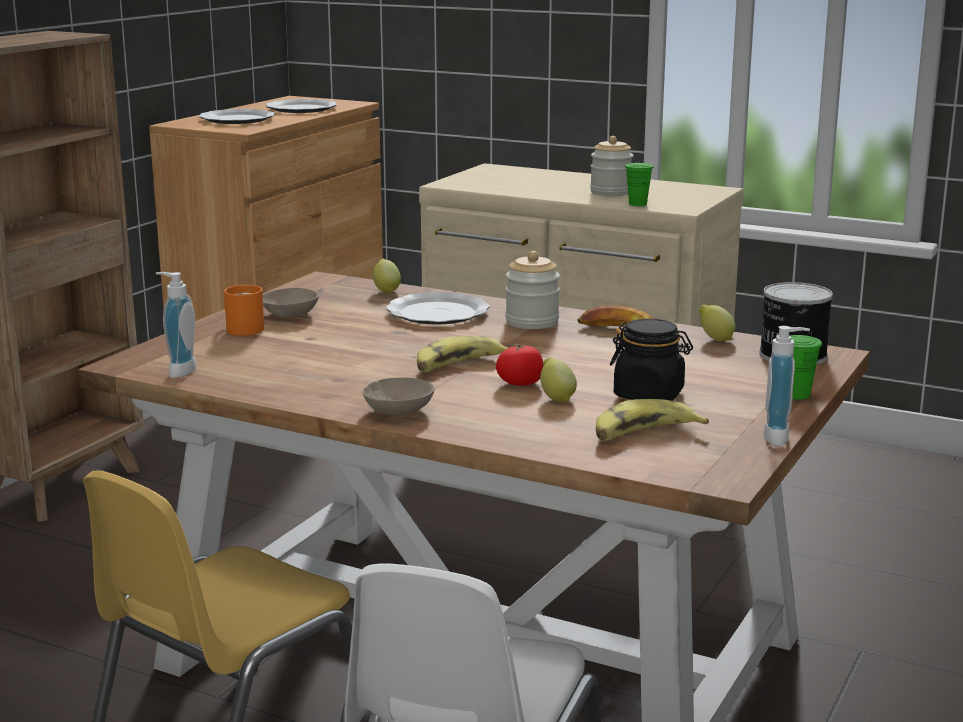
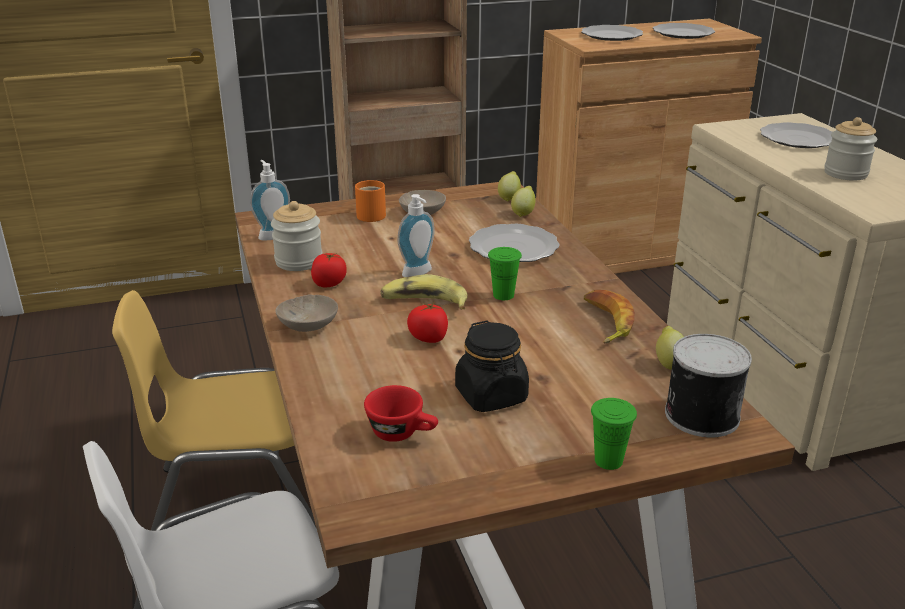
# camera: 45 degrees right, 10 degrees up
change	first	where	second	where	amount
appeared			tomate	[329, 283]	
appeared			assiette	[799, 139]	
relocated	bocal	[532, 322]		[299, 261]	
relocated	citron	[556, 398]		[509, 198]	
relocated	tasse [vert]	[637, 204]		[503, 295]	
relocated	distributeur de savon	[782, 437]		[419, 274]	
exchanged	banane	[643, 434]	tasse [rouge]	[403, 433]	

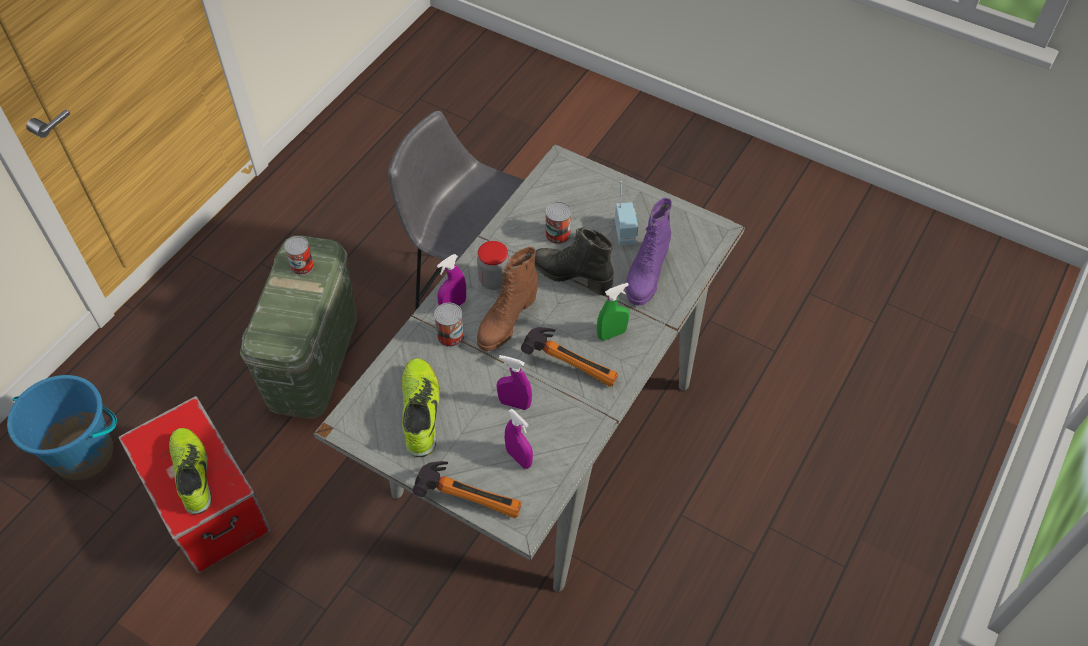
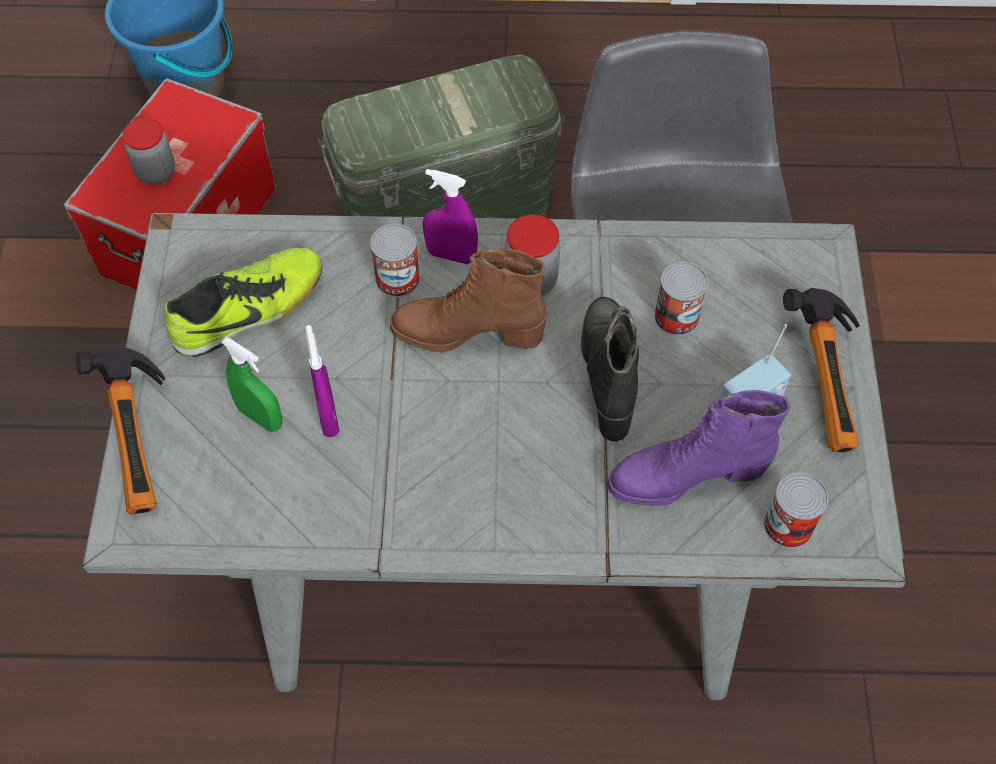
# camera: 60 degrees right, 5 degrees up
change	first	where	second	where	amount
missing	vaporisateur [violet]	[519, 458]			
relocated	boîte métallique	[302, 266]		[788, 525]	
relocated	marteau	[572, 363]		[831, 383]	
relocated	vaporisateur [vert]	[611, 334]		[260, 417]	
exchanged	chaussure	[193, 473]	bocal	[156, 172]	

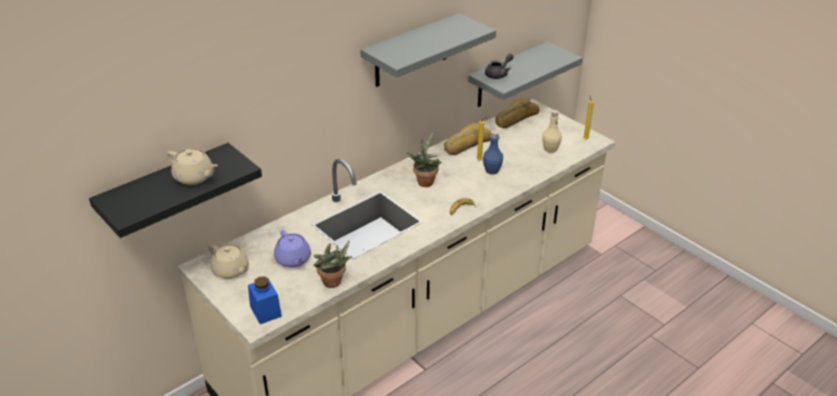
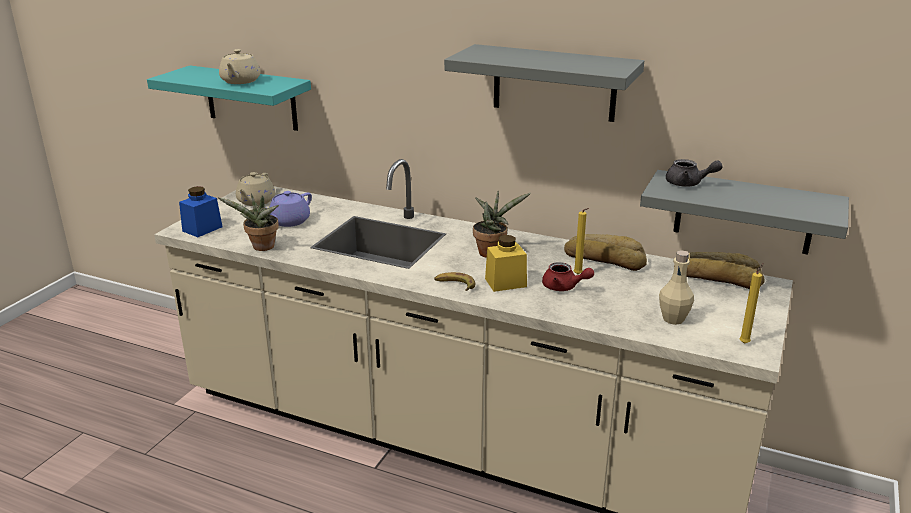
# camera: 65 degrees right, 10 degrees down
change	first	where	second	where	amount
appeared			bocal [jaune]	[505, 283]	
exchanged	bouteille [bleu]	[492, 171]	théière [rouge]	[564, 287]	
colour	étagère [noir]	[166, 190]	étagère [turquoise]	[251, 98]	

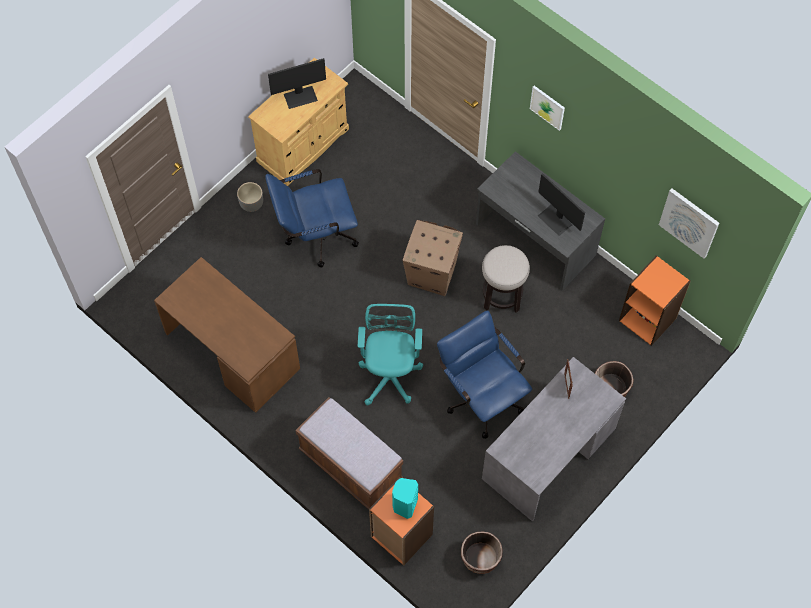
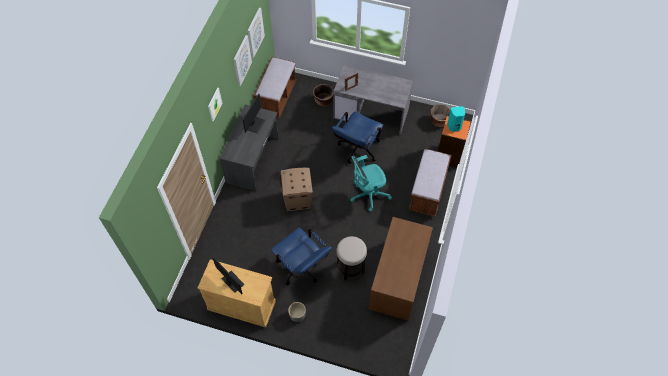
# camera: 115 degrees left, 5 degrees down
change	first	where	second	where	amount
appeared			tableau	[241, 60]	
relocated	tabouret	[502, 296]		[350, 267]	
exchanged	bibliothèque [orange]	[648, 319]	banc [marron]	[276, 98]	

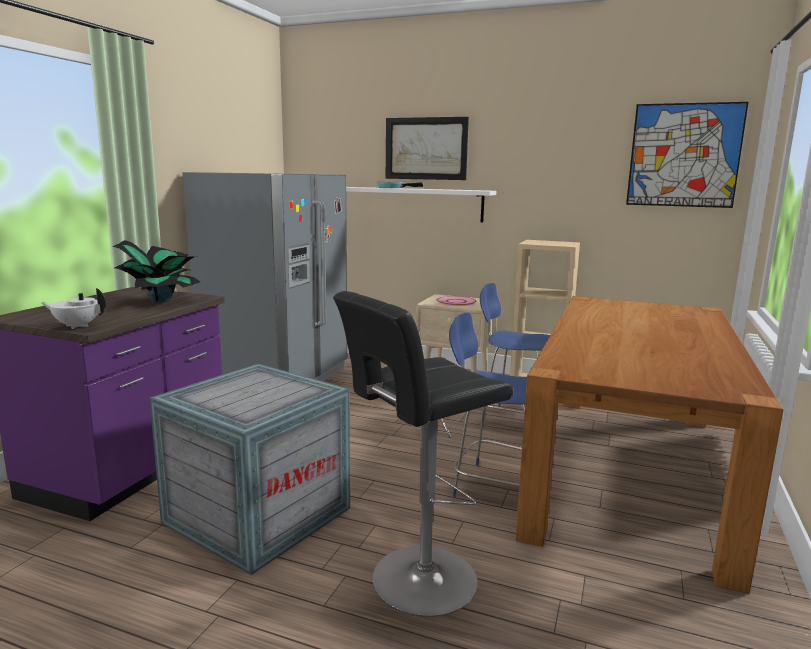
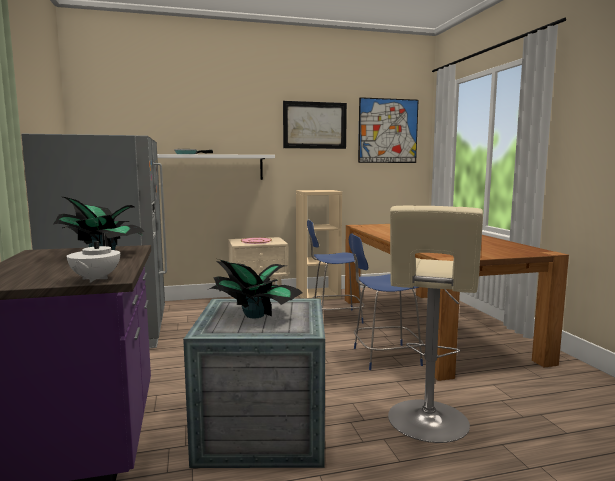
# camera: 35 degrees left, 5 degrees down
change	first	where	second	where	amount
appeared			plante en pot	[254, 315]	
relocated	tableau	[426, 148]		[314, 125]	
colour	tabouret [noir]	[418, 582]	tabouret [beige]	[427, 423]	
spun	théière [blanc]	[77, 326]		[94, 279]	60 degrees counterclockwise

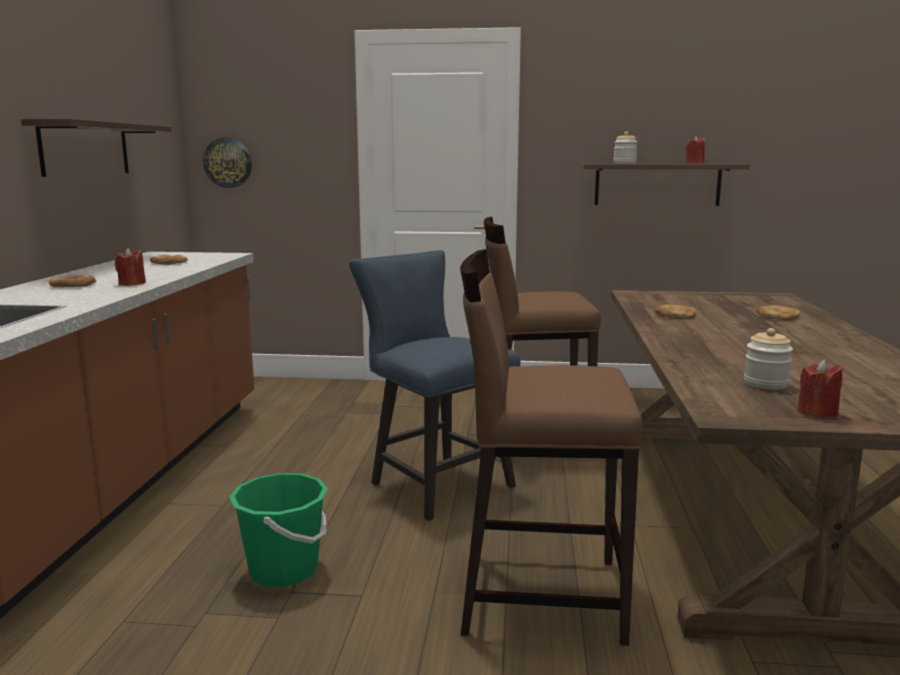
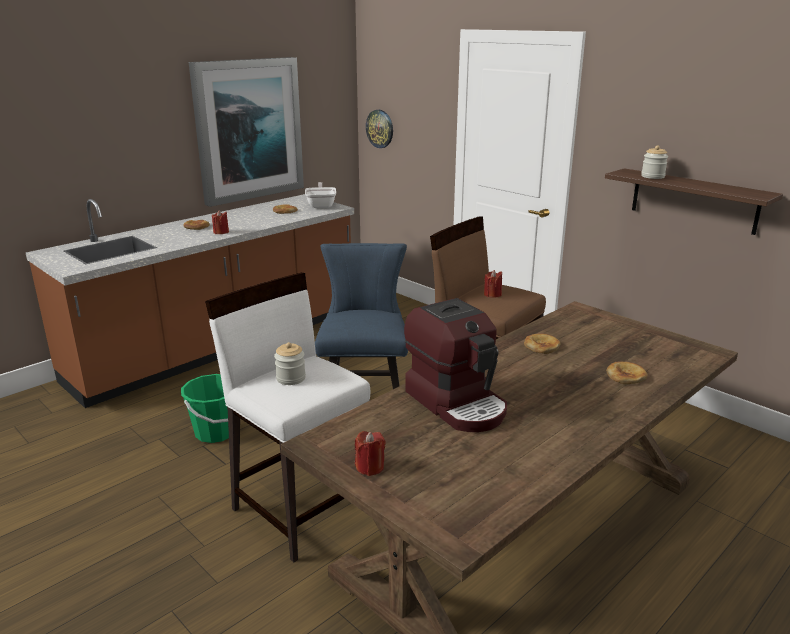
# camera: 40 degrees right, 10 degrees up
change	first	where	second	where	amount
appeared			poêle	[321, 205]	
appeared			machine à café	[457, 403]	
relocated	bougie [rouge]	[694, 163]		[492, 294]	
relocated	bocal	[765, 384]		[291, 378]	
exchanged	étagère	[85, 149]	tableau	[248, 129]	
colour	tabouret [marron]	[539, 594]	tabouret [blanc]	[301, 509]	

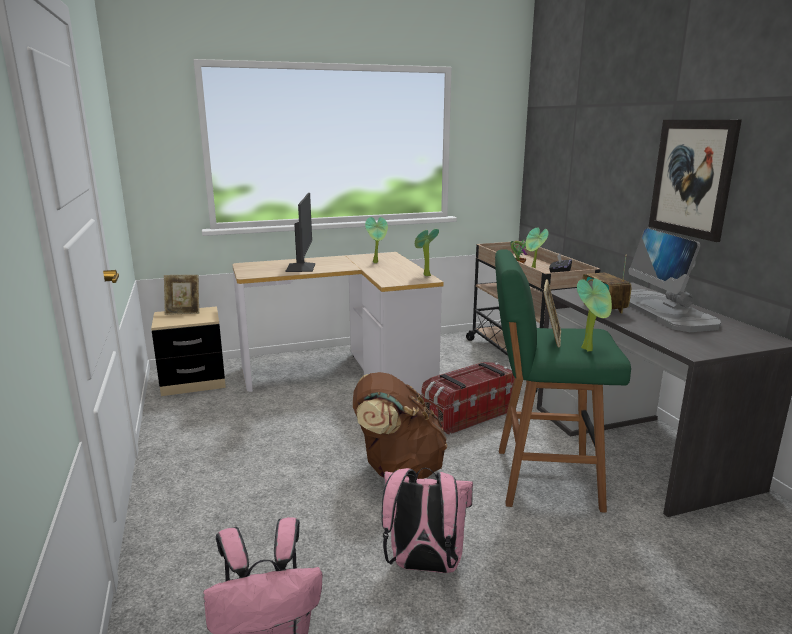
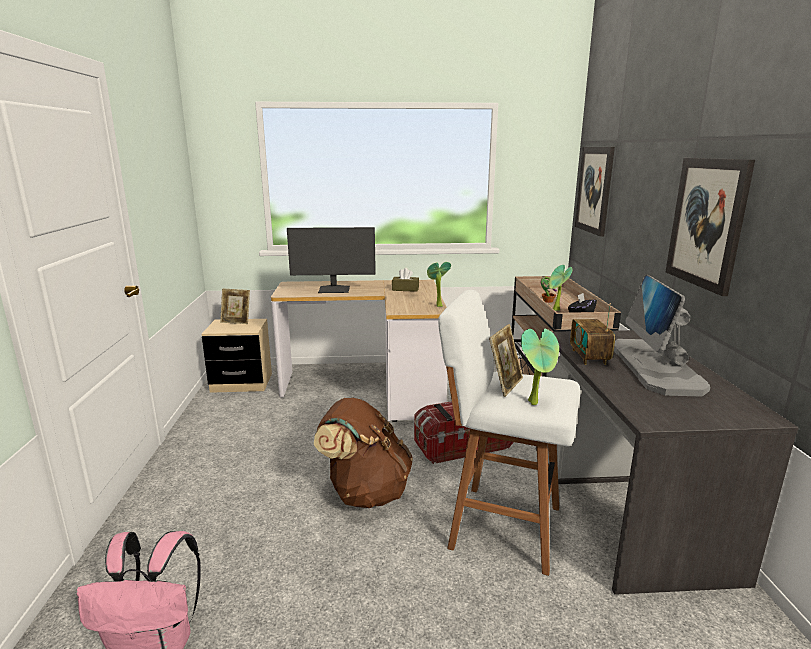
# camera: 15 degrees right, 0 degrees up
change	first	where	second	where	amount
missing	sac à dos [rose]	[423, 565]			
appeared			tableau	[594, 190]	
exchanged	plante en pot	[377, 262]	boîte à mouchoirs [marron]	[405, 289]	
colour	tabouret [vert]	[542, 478]	tabouret [blanc]	[501, 525]	
spun	écran d'ordinateur	[302, 267]		[334, 290]	75 degrees clockwise

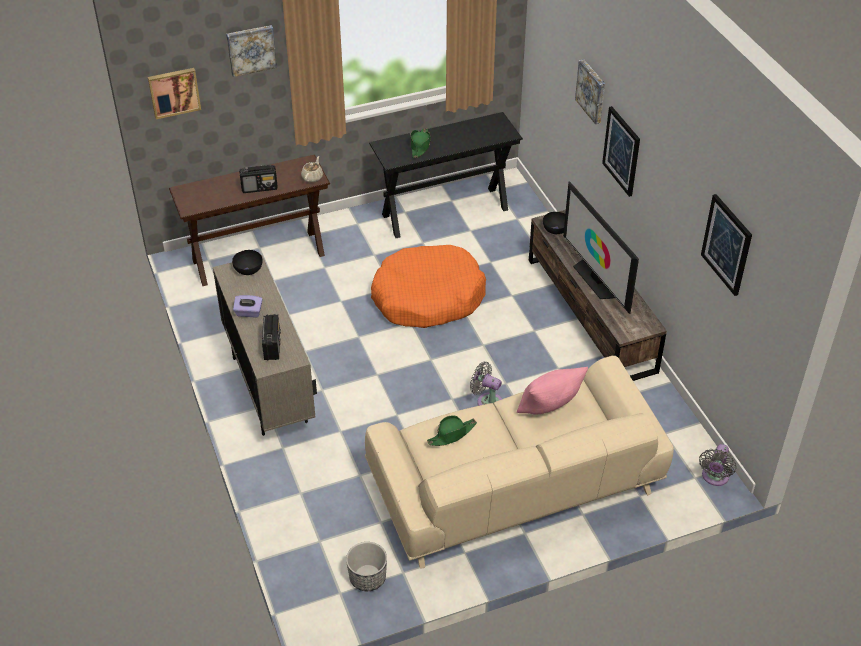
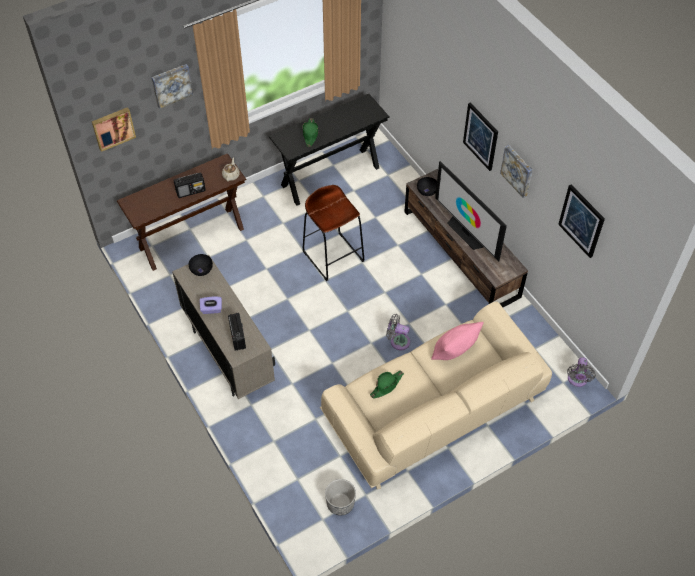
# camera: 10 degrees left, 10 degrees up
change	first	where	second	where	amount
relocated	tableau	[592, 91]		[517, 170]	
exchanged	panier pour chien [orange]	[427, 297]	tabouret [marron]	[333, 256]	

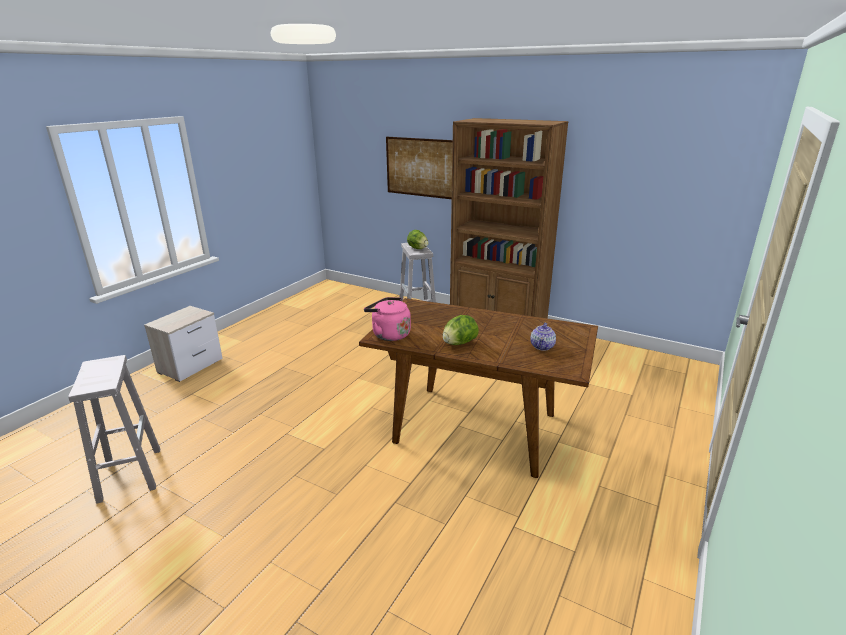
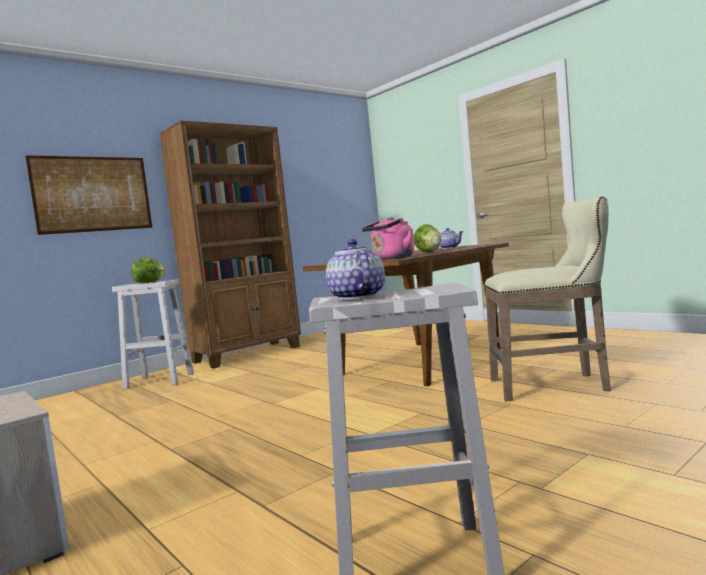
# camera: 70 degrees left, 20 degrees down
change	first	where	second	where	amount
appeared			théière	[357, 297]	
appeared			tabouret [beige]	[555, 386]	

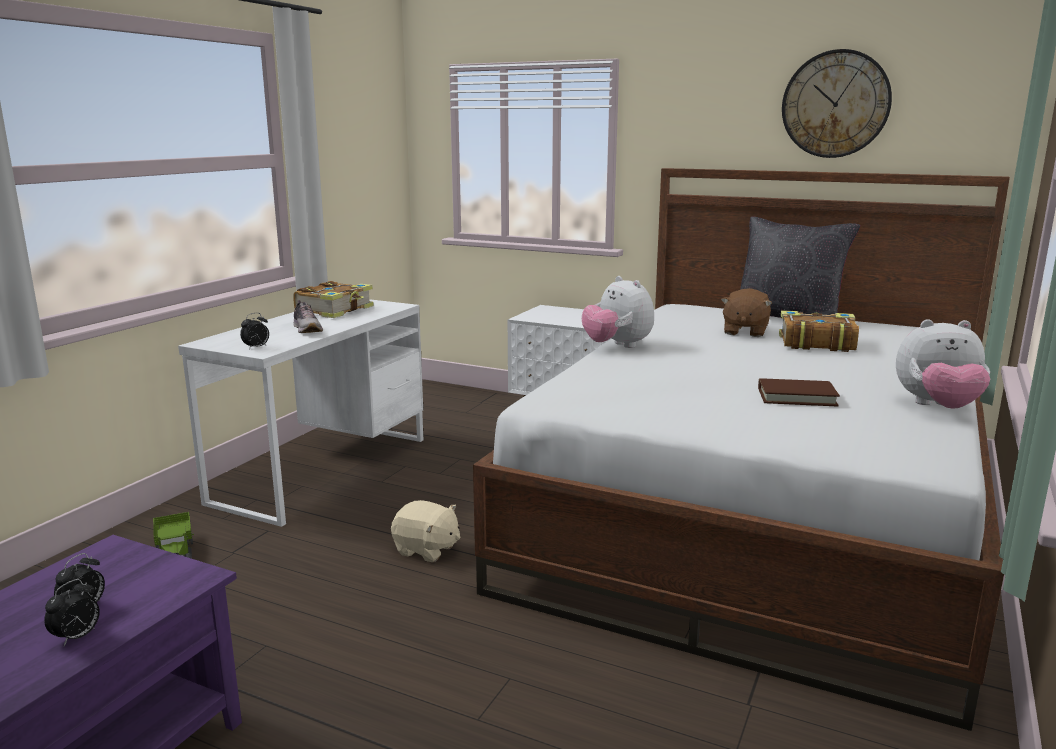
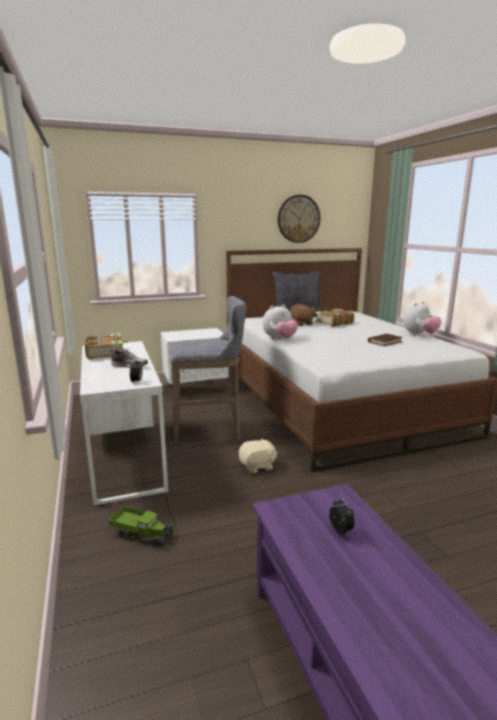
# camera: 45 degrees left, 0 degrees up
change	first	where	second	where	amount
missing	réveil	[77, 637]			
appeared			tabouret [gris]	[210, 431]	
spun	peluche	[617, 346]		[279, 339]	45 degrees counterclockwise

